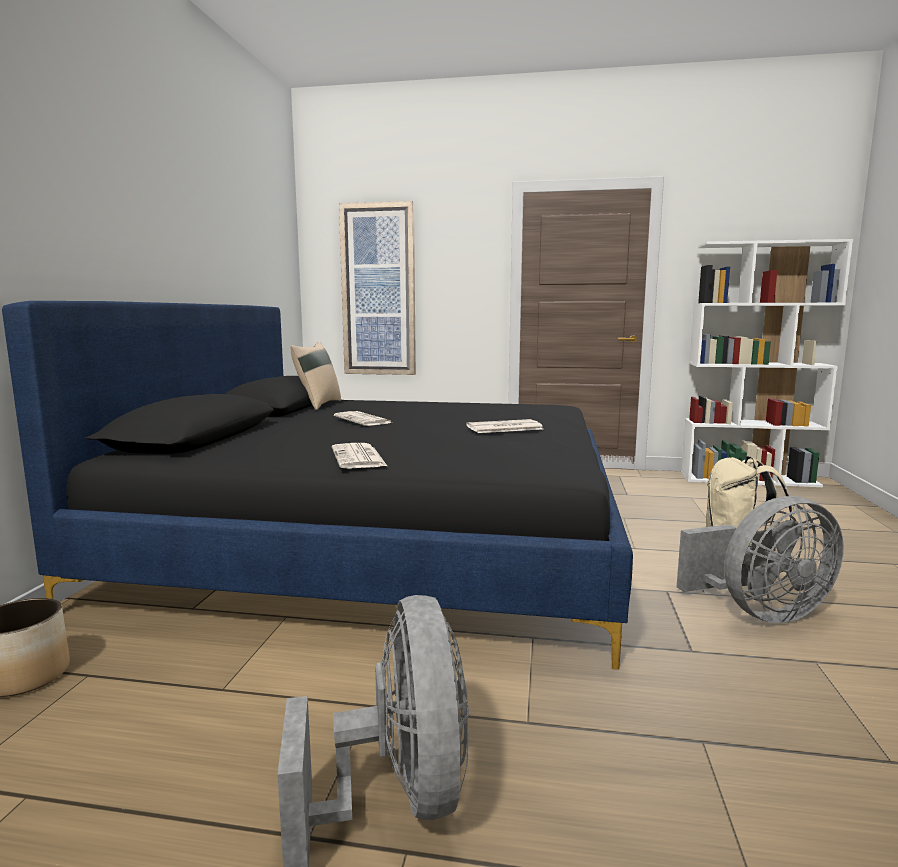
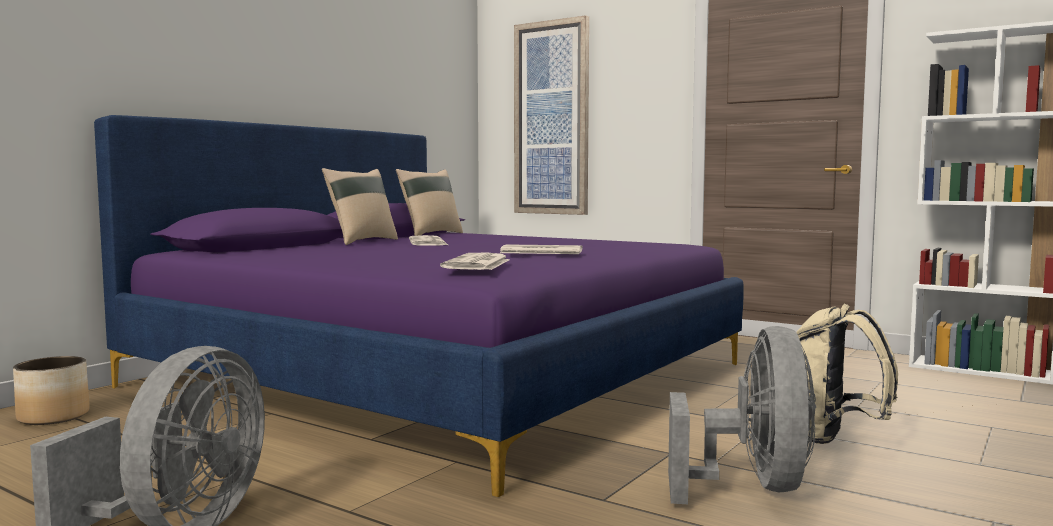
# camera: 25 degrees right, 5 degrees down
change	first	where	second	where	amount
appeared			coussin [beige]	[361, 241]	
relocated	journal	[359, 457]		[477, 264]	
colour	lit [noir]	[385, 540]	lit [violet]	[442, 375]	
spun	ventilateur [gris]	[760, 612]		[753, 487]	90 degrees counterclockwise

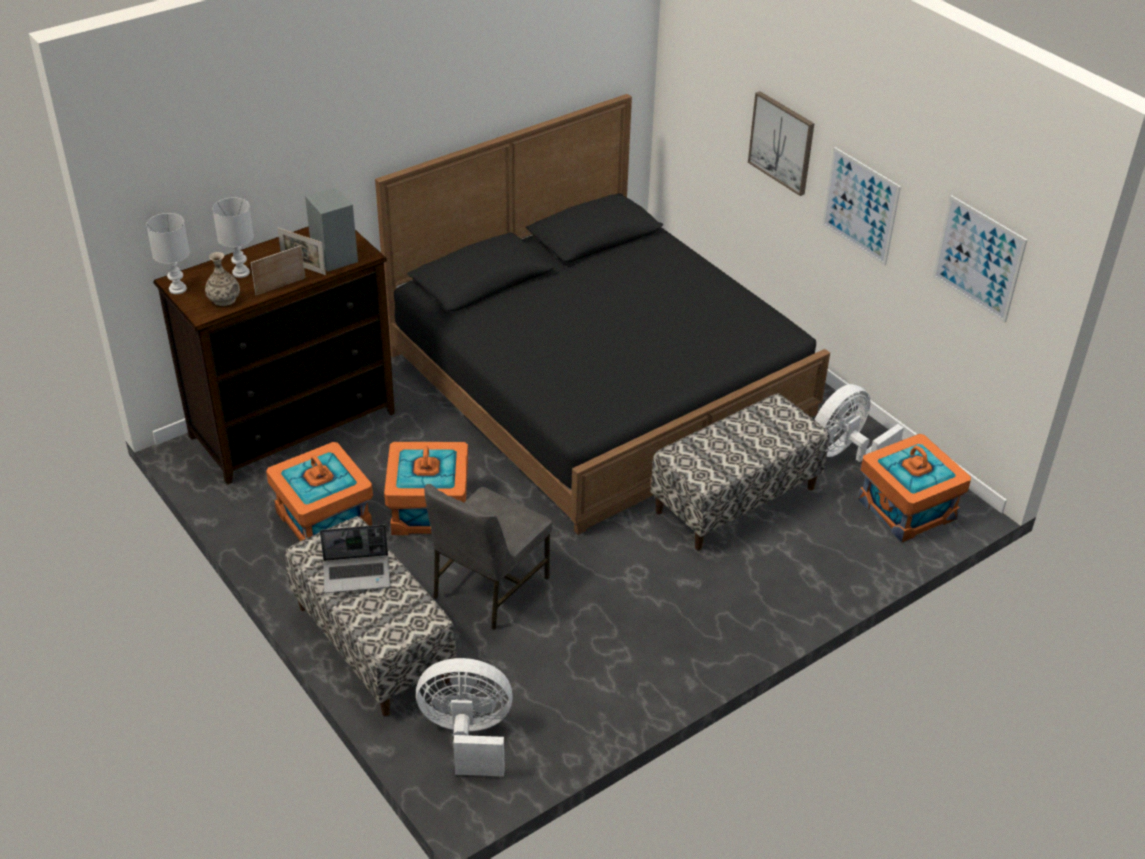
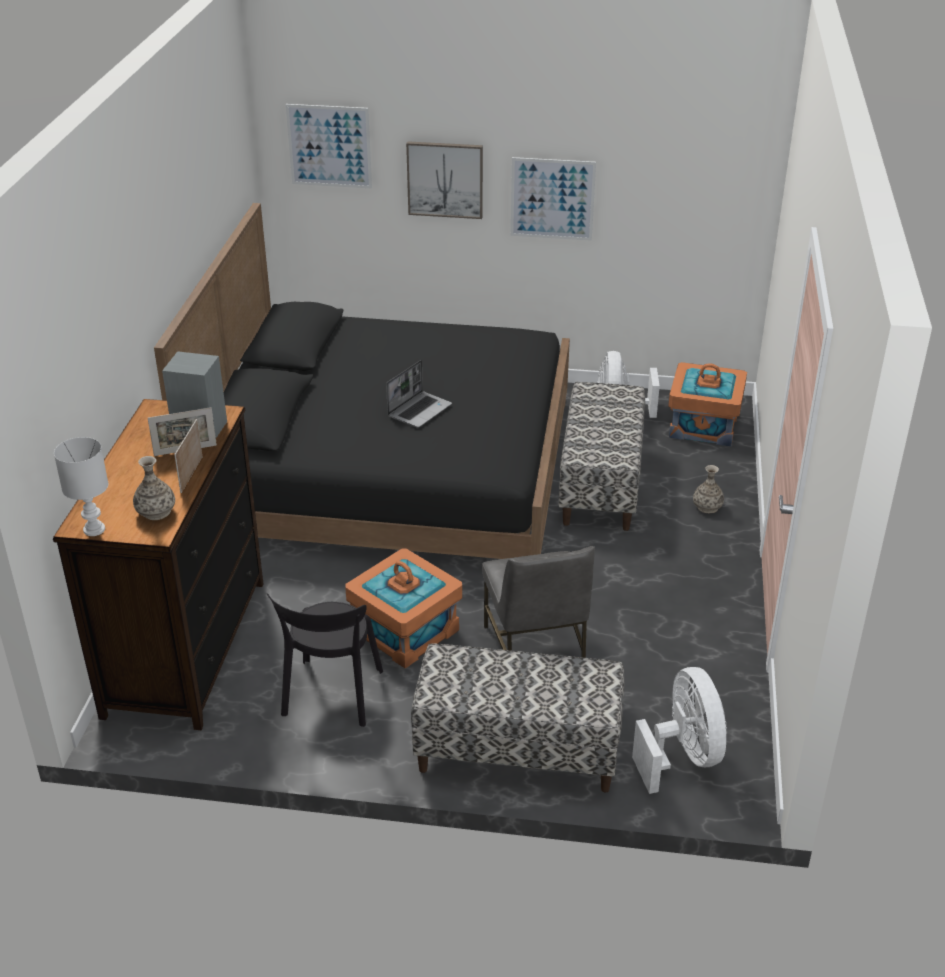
# camera: 45 degrees left, 5 degrees down
change	first	where	second	where	amount
missing	lampe de table [blanc]	[240, 273]			
appeared			vase	[707, 507]	
relocated	ordinateur portable	[357, 574]		[419, 410]	
relocated	tableau	[978, 258]		[329, 146]	
exchanged	boîte de rangement [orange]	[323, 519]	chaise [noir]	[331, 696]	
spun	ventilateur [blanc]	[468, 736]		[682, 756]	120 degrees clockwise

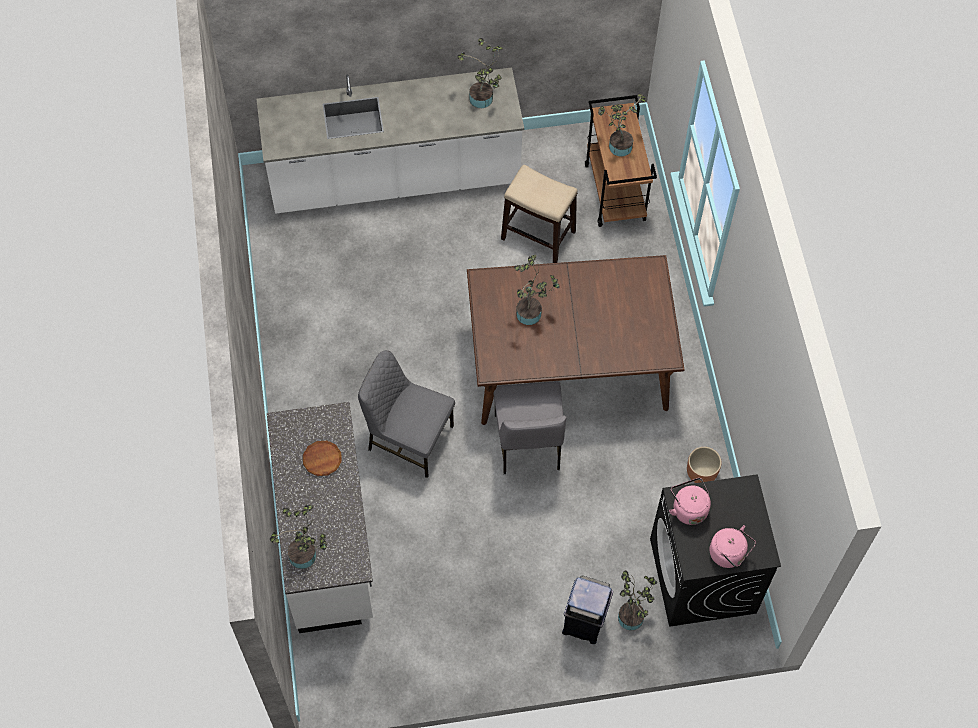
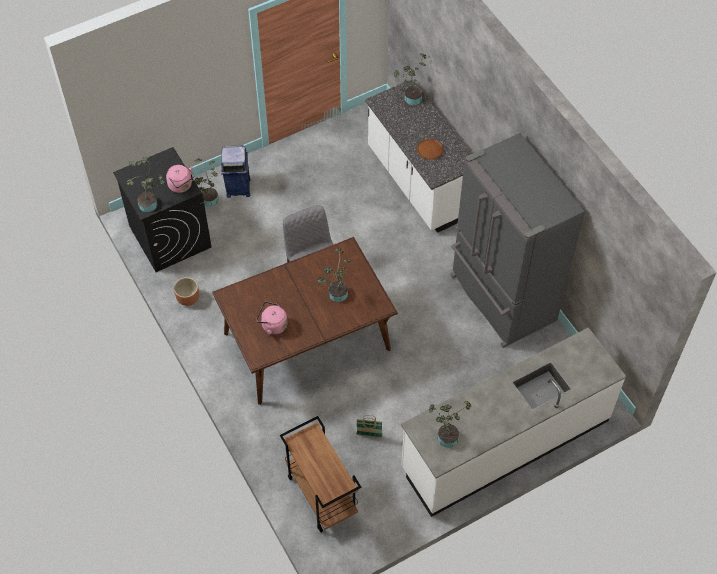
# camera: 160 degrees right, 5 degrees down
change	first	where	second	where	amount
missing	chaise [gris]	[409, 438]			
appeared			réfrigérateur [gris]	[500, 299]	
relocated	plante en pot	[617, 146]		[150, 204]	
relocated	bouilloire [rose]	[729, 554]		[272, 325]	
exchanged	tabouret	[539, 235]	panier	[369, 435]	

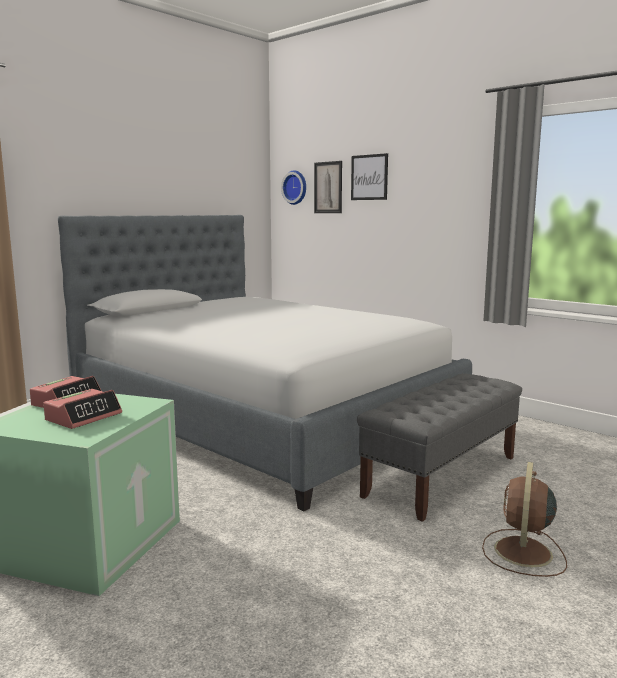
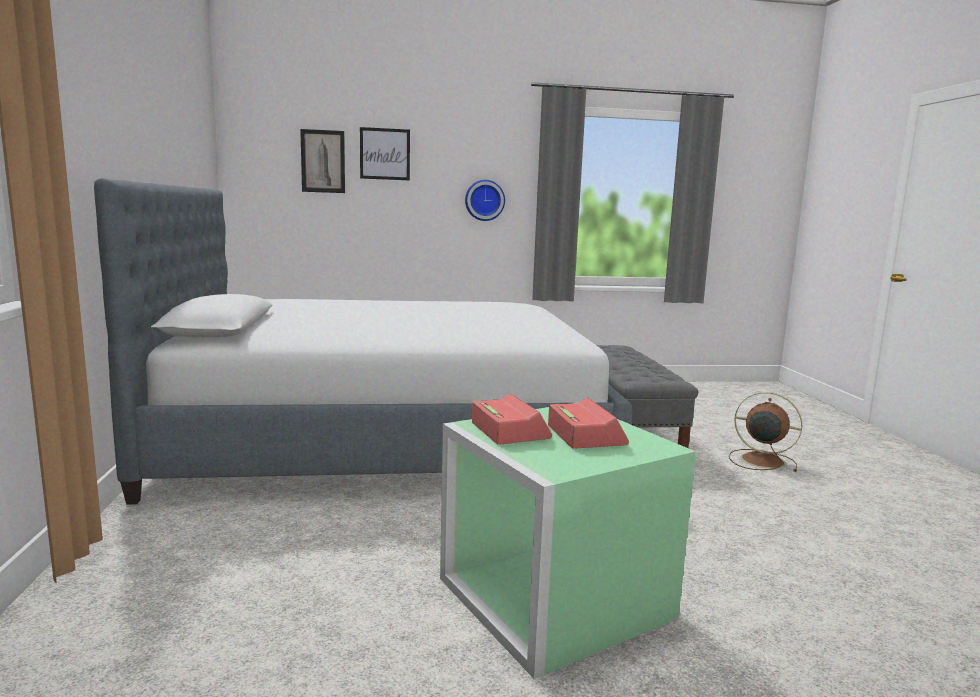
# camera: 50 degrees left, 0 degrees up
change	first	where	second	where	amount
relocated	horloge murale	[296, 187]		[484, 200]	
spun	ventilateur [marron]	[523, 553]		[760, 460]	150 degrees clockwise

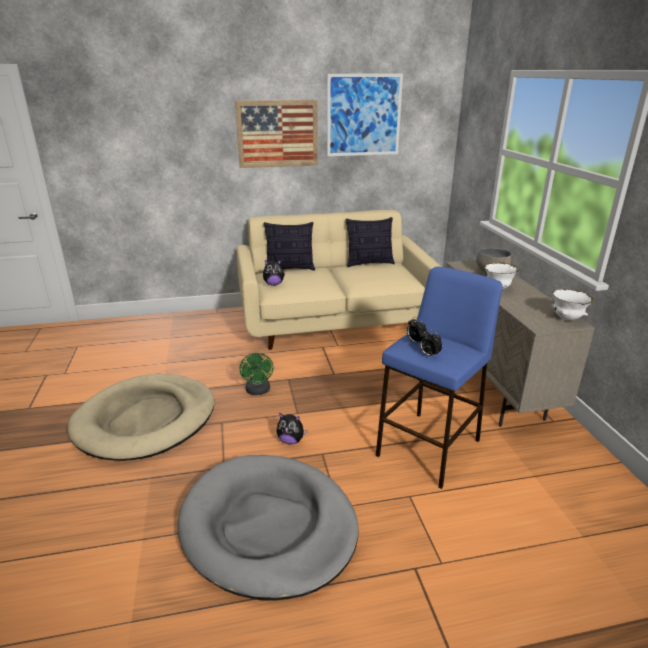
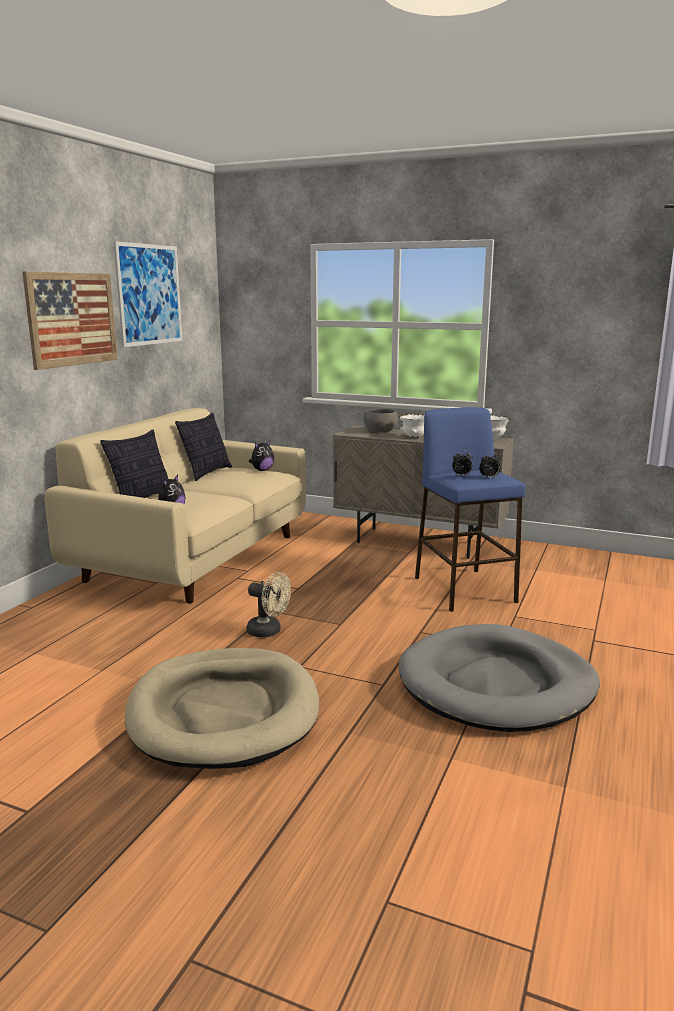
# camera: 55 degrees left, 10 degrees down
change	first	where	second	where	amount
relocated	peluche	[291, 440]		[262, 470]	
colour	ventilateur [vert]	[258, 391]	ventilateur [beige]	[269, 632]	

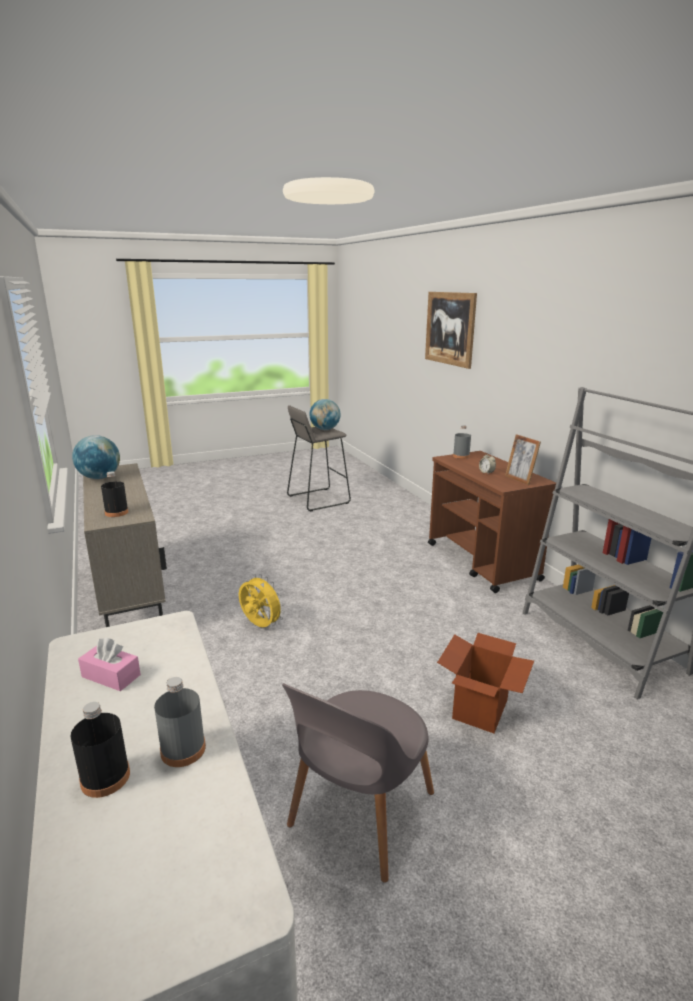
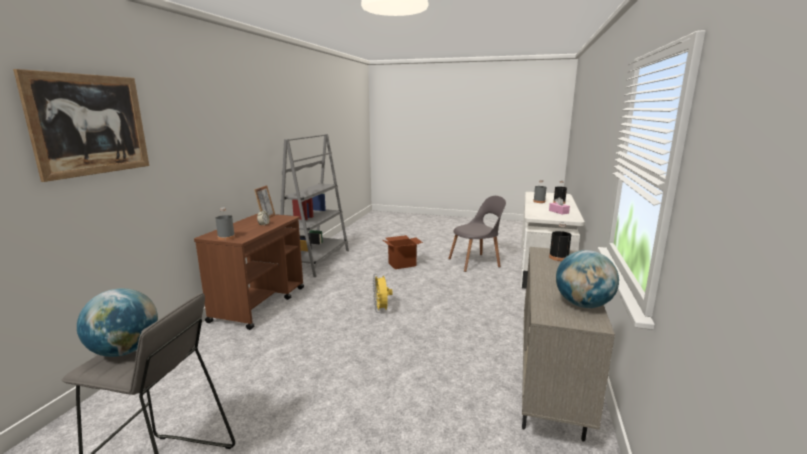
# camera: 140 degrees left, 5 degrees down
change	first	where	second	where	amount
relocated	ventilateur [jaune]	[260, 626]		[381, 310]	

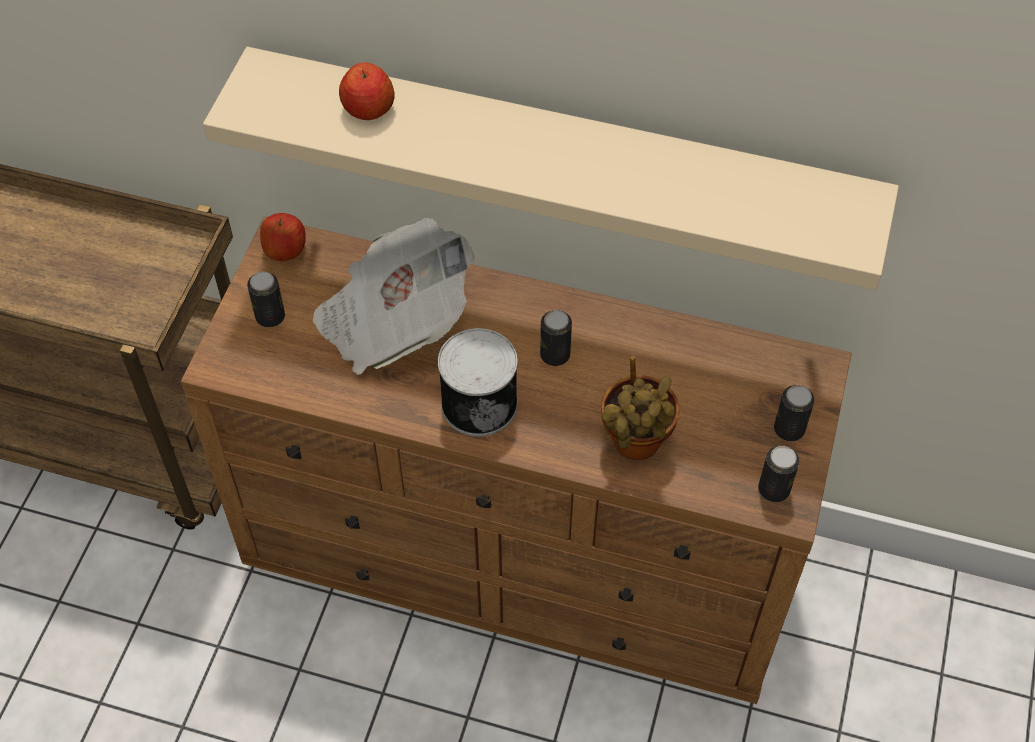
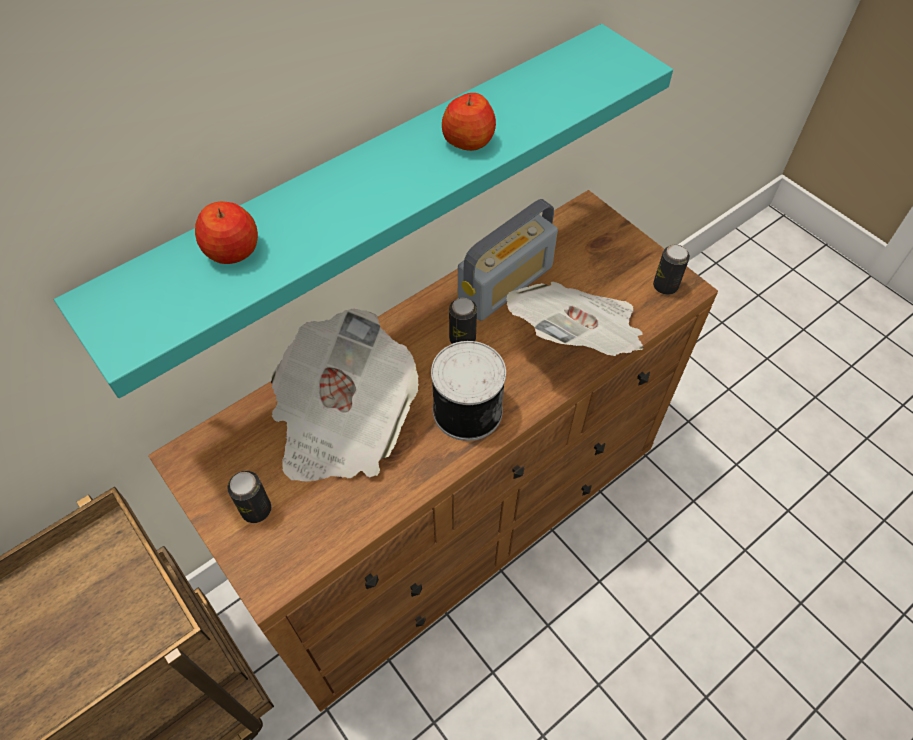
# camera: 55 degrees left, 0 degrees up
change	first	where	second	where	amount
missing	boîte métallique	[789, 429]			
appeared			radio	[505, 285]	
relocated	pomme	[285, 249]		[468, 140]	
exchanged	plante en pot	[635, 446]	journal	[576, 338]	
colour	étagère [beige]	[559, 157]	étagère [turquoise]	[373, 188]	

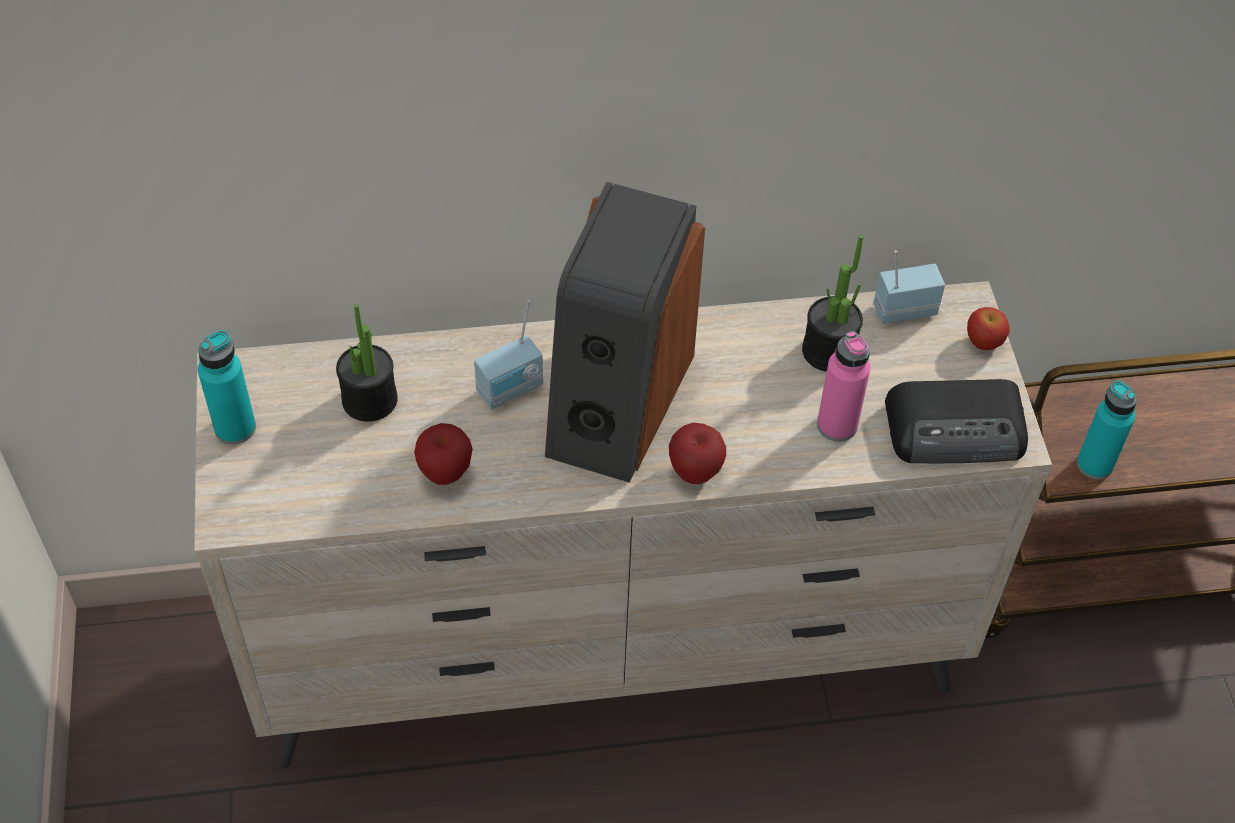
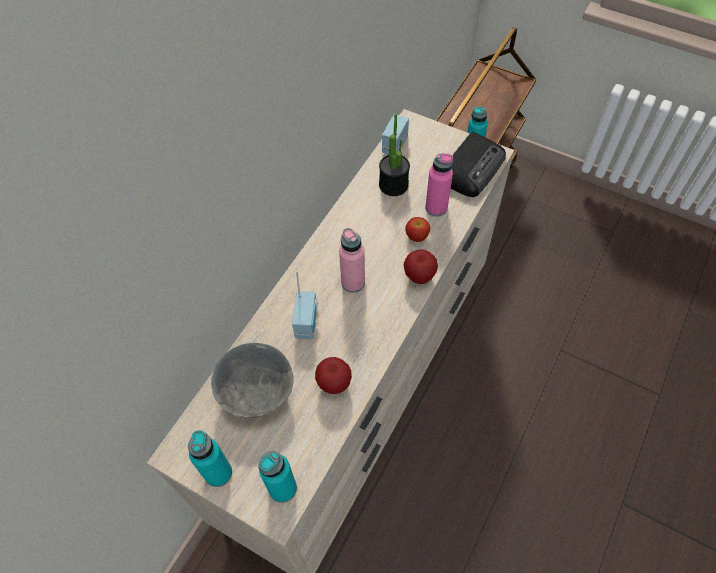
# camera: 50 degrees left, 5 degrees up
change	first	where	second	where	amount
appeared			bouteille [turquoise]	[282, 488]	
relocated	pomme	[983, 342]		[417, 236]	
exchanged	plante en pot	[369, 400]	bol [gris]	[258, 392]	
exchanged	enceinte	[617, 402]	bouteille [rose]	[353, 282]	

